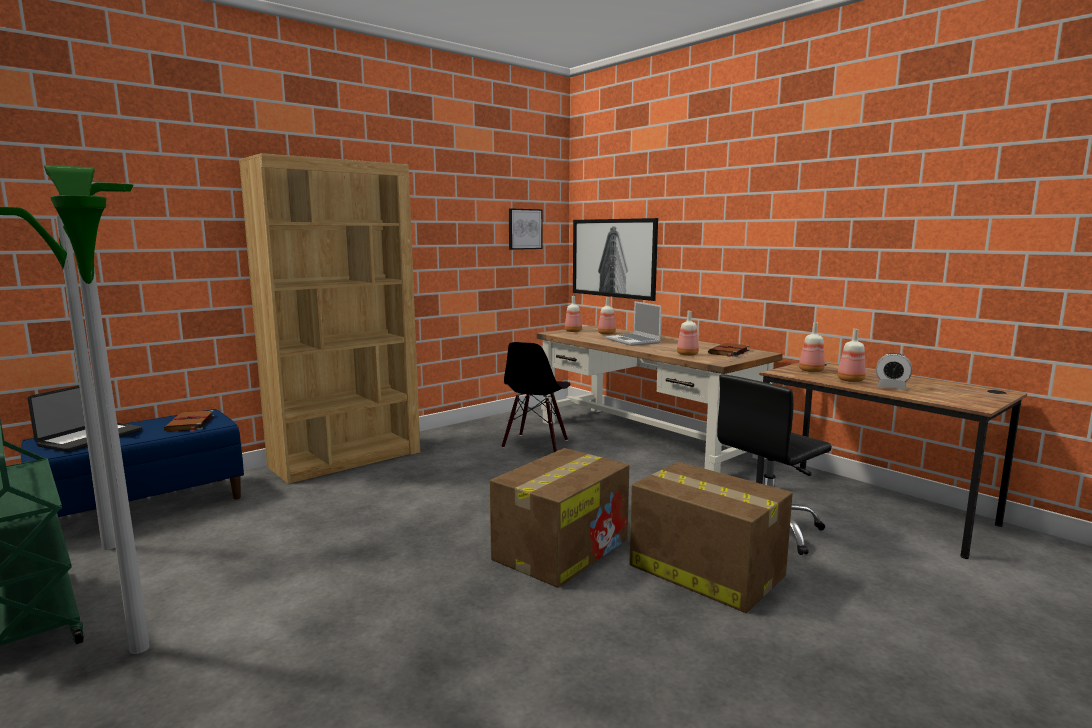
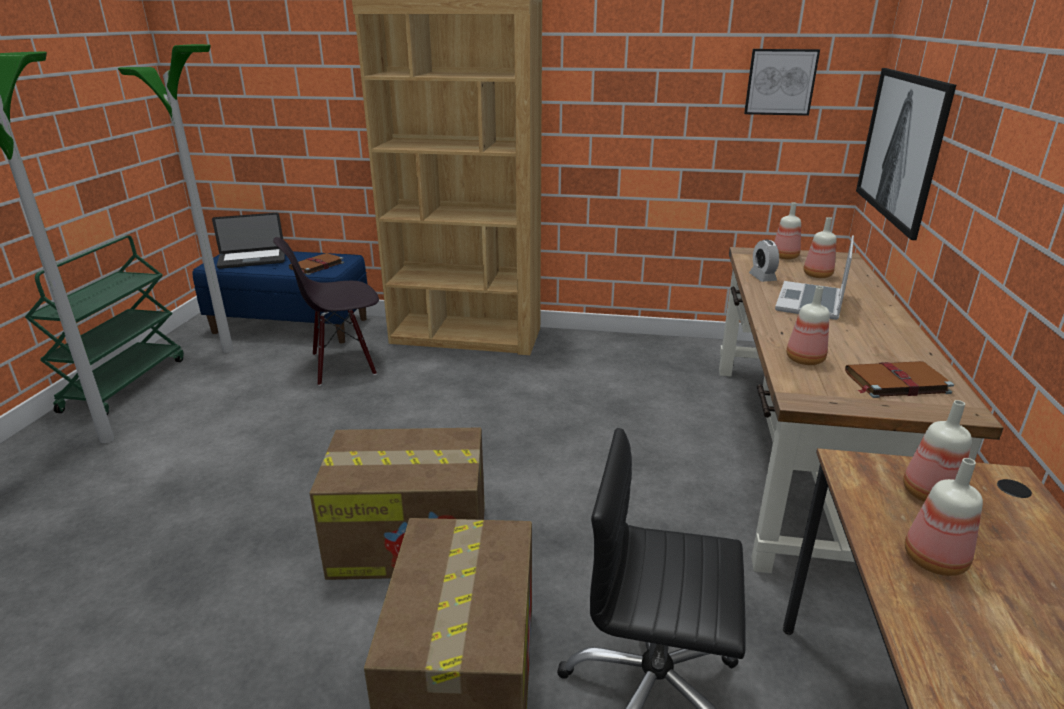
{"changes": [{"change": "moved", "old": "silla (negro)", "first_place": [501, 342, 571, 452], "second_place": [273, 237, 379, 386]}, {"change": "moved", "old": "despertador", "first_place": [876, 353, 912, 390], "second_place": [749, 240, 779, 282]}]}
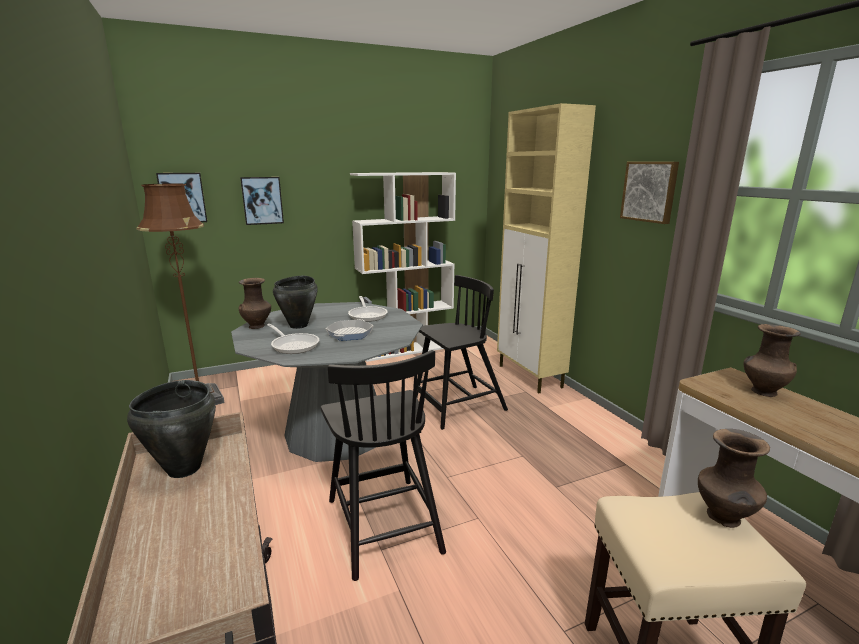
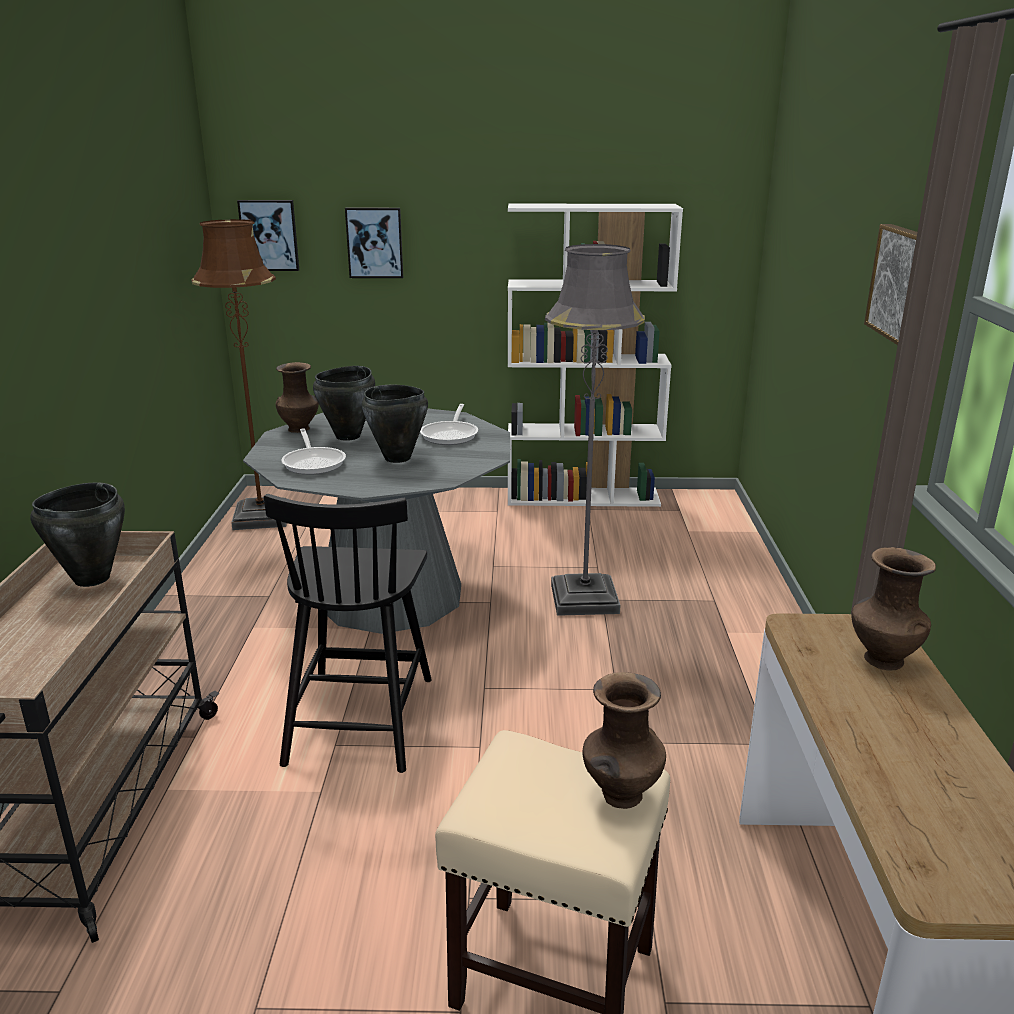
{"changes": [{"change": "replaced", "old": "sartén", "new": "olla (negro)", "first_place": [326, 319, 374, 341], "second_place": [362, 385, 428, 463]}, {"change": "replaced", "old": "silla (negro)", "new": "lámpara de pie (gris)", "first_place": [416, 275, 508, 430], "second_place": [545, 244, 645, 616]}, {"change": "removed", "old": "armario (beis)", "first_place": [497, 103, 596, 393]}]}
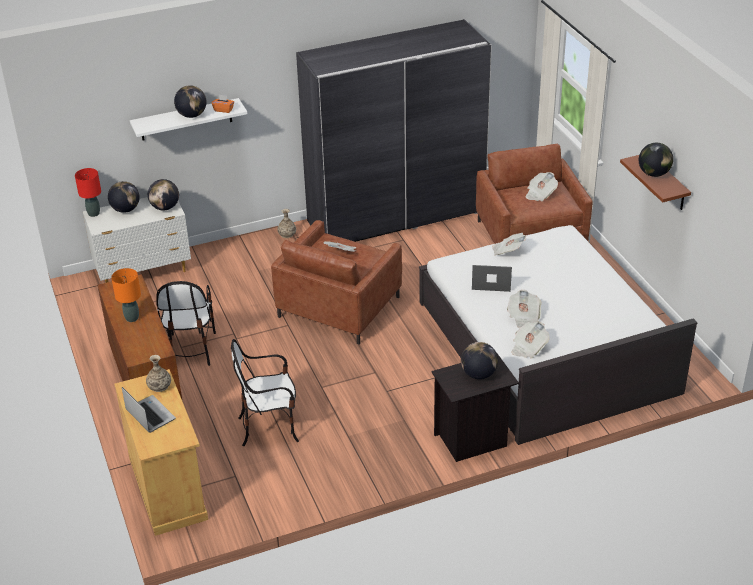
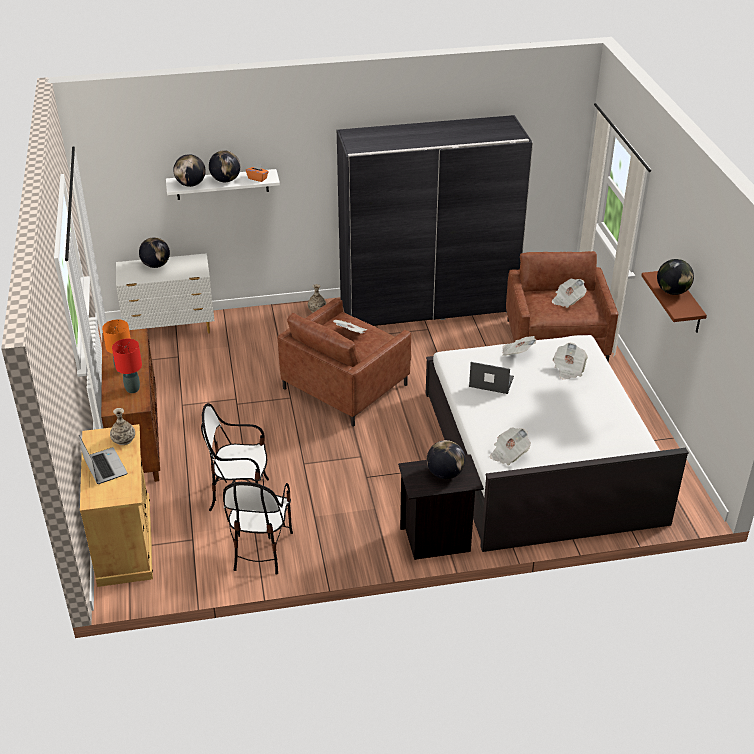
{"changes": [{"change": "moved", "old": "lámpara de mesa (rojo)", "first_place": [75, 168, 101, 217], "second_place": [112, 339, 142, 393]}, {"change": "moved", "old": "globo terráqueo", "first_place": [148, 179, 179, 210], "second_place": [173, 154, 206, 187]}, {"change": "moved", "old": "silla", "first_place": [156, 281, 216, 366], "second_place": [223, 479, 293, 575]}, {"change": "moved", "old": "periódico", "first_place": [507, 290, 542, 329], "second_place": [553, 343, 588, 379]}]}
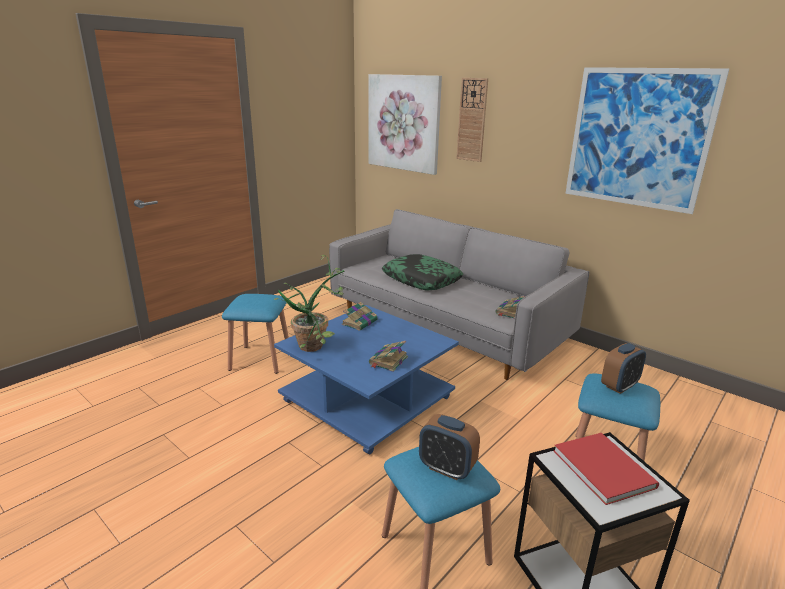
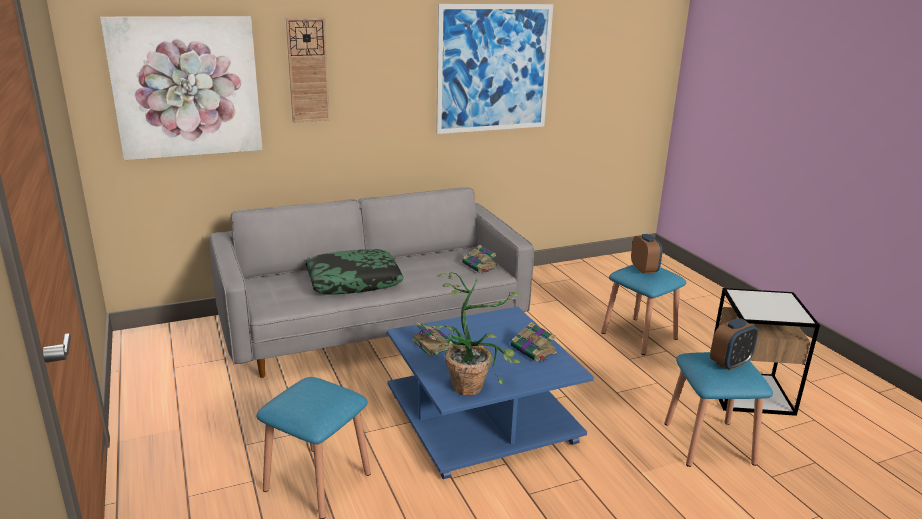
{"changes": [{"change": "removed", "old": "libro (rojo)", "first_place": [554, 433, 660, 505]}]}
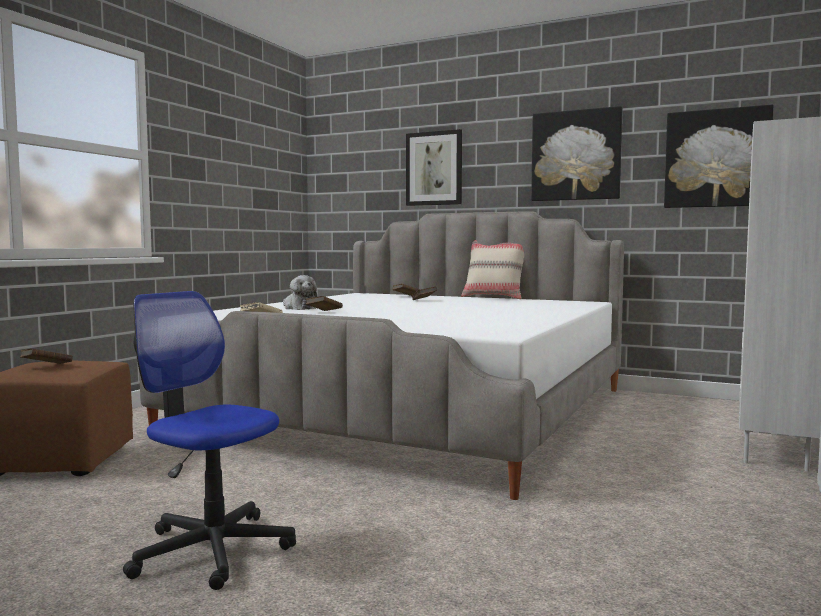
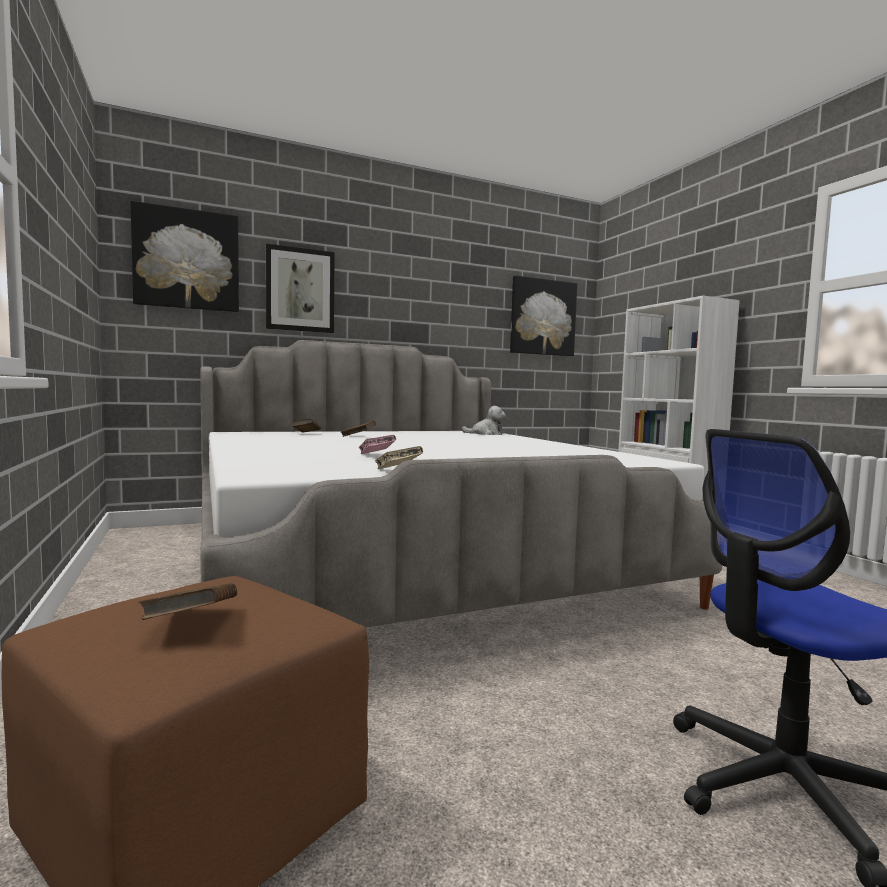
{"changes": [{"change": "moved", "old": "cuadro", "first_place": [531, 106, 623, 201], "second_place": [130, 201, 239, 312]}, {"change": "recoloured", "old": "libro (marrón)", "new": "libro (rosa)", "first_place": [306, 296, 343, 311], "second_place": [359, 435, 396, 454]}, {"change": "moved", "old": "peluche", "first_place": [283, 275, 317, 310], "second_place": [462, 406, 506, 435]}, {"change": "removed", "old": "cojín (beis)", "first_place": [461, 240, 524, 299]}]}
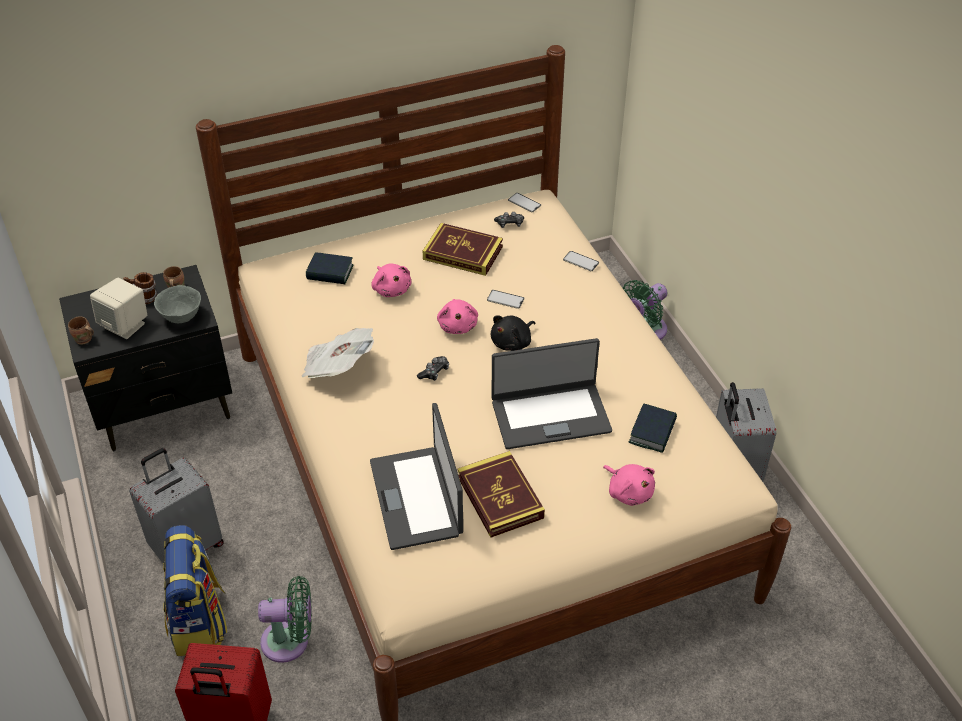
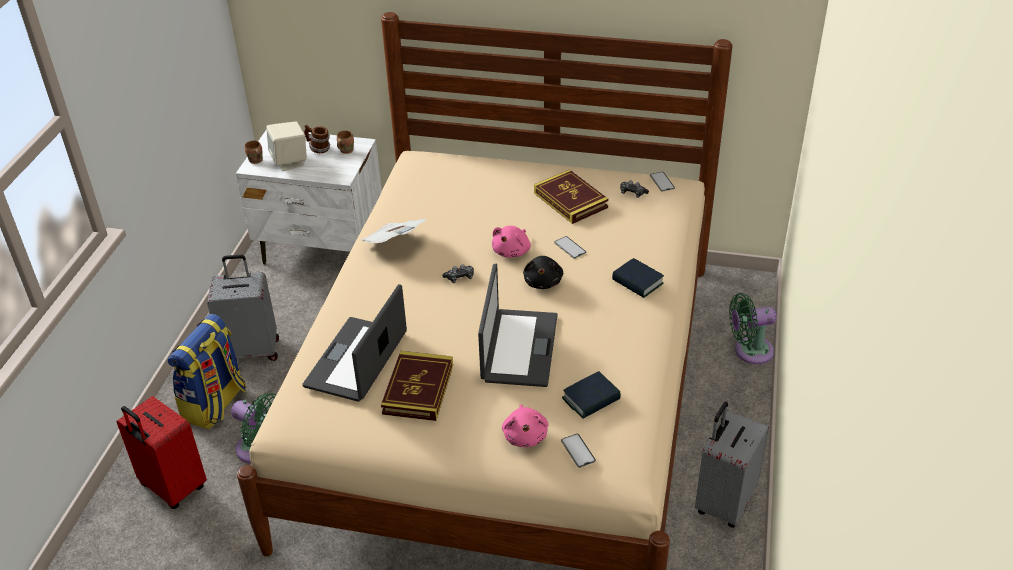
{"changes": [{"change": "recoloured", "old": "mesita de noche (negro)", "new": "mesita de noche (blanco)", "first_place": [59, 265, 232, 451], "second_place": [236, 131, 382, 265]}, {"change": "turned", "old": "portátil", "first_place": [491, 338, 612, 449], "second_place": [478, 264, 558, 387], "degrees": -105}, {"change": "turned", "old": "peluche (negro)", "first_place": [491, 315, 536, 351], "second_place": [523, 256, 563, 289], "degrees": -75}, {"change": "moved", "old": "móvil", "first_place": [563, 251, 599, 271], "second_place": [561, 434, 596, 468]}, {"change": "moved", "old": "libro", "first_place": [306, 252, 354, 284], "second_place": [612, 258, 664, 298]}, {"change": "removed", "old": "cuenco (gris)", "first_place": [154, 285, 201, 323]}, {"change": "removed", "old": "peluche (rosa)", "first_place": [371, 264, 411, 297]}]}
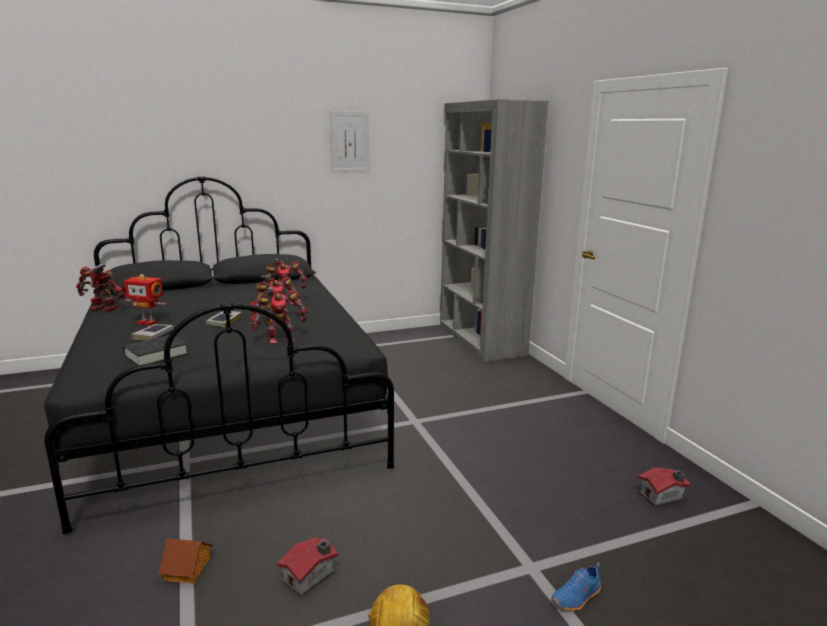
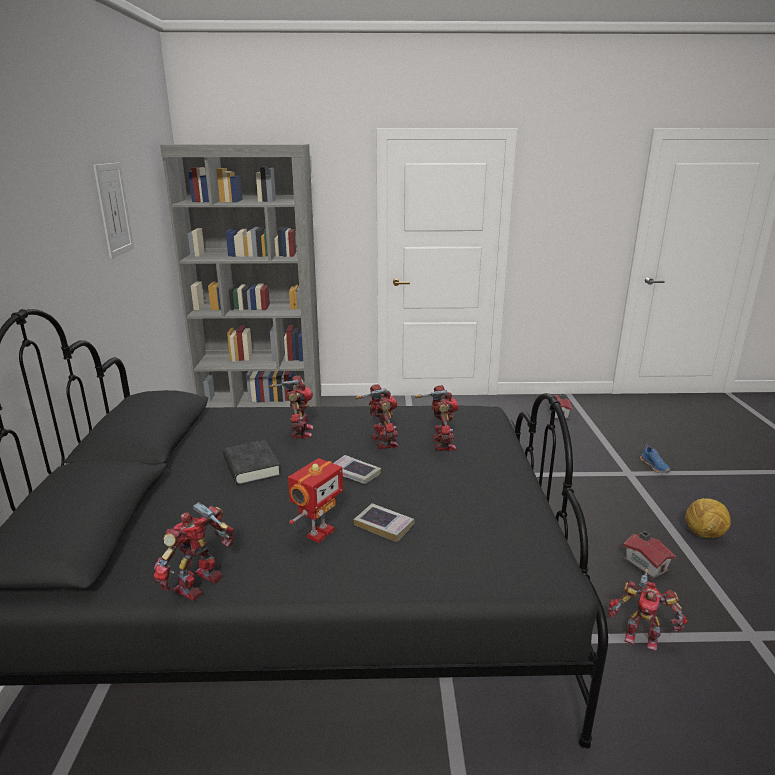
{"changes": [{"change": "moved", "old": "libro (negro)", "first_place": [123, 335, 188, 366], "second_place": [223, 440, 281, 485]}, {"change": "replaced", "old": "casita", "new": "robot de juguete", "first_place": [158, 539, 213, 584], "second_place": [608, 569, 688, 651]}]}
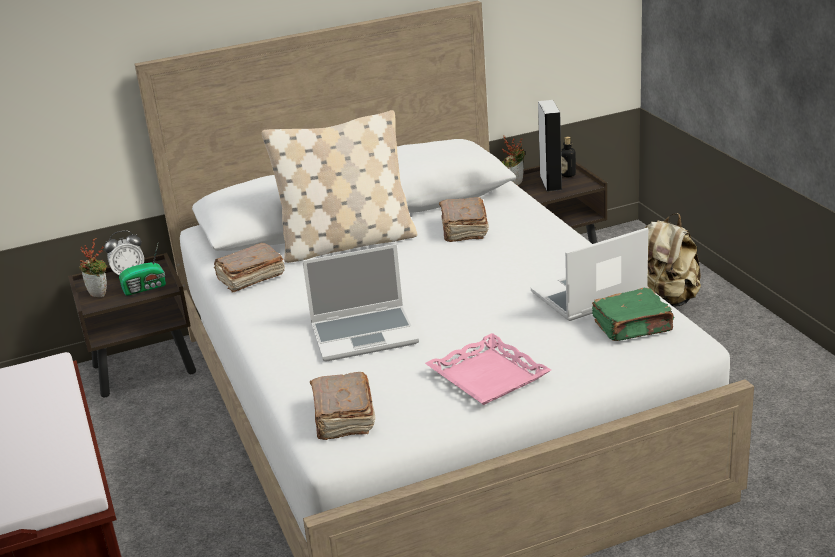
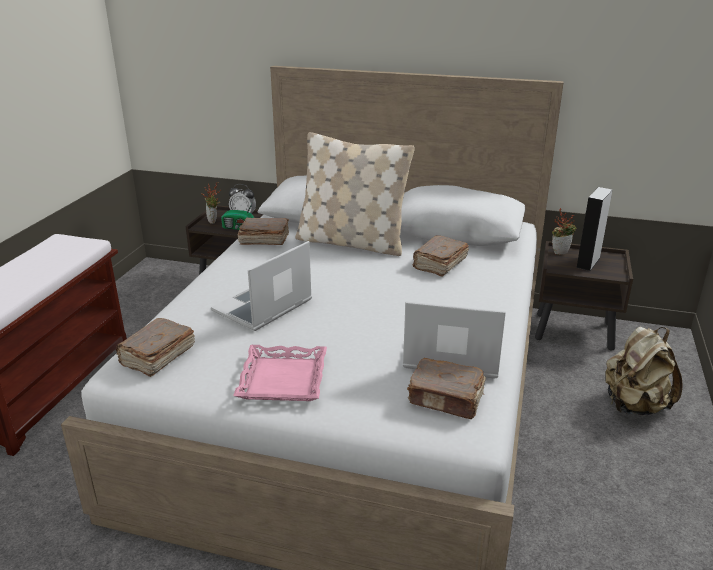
{"changes": [{"change": "turned", "old": "portátil", "first_place": [302, 244, 419, 362], "second_place": [211, 241, 312, 331], "degrees": 105}, {"change": "recoloured", "old": "libro (verde)", "new": "libro (marrón)", "first_place": [592, 288, 675, 341], "second_place": [407, 358, 486, 419]}, {"change": "removed", "old": "botella", "first_place": [561, 137, 576, 177]}]}
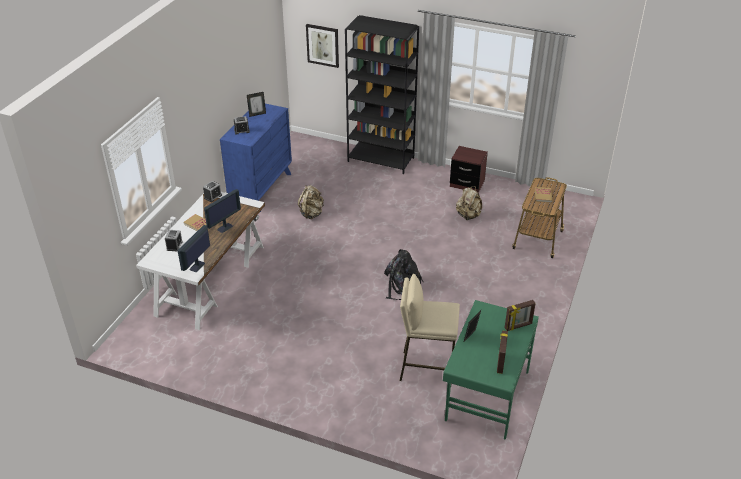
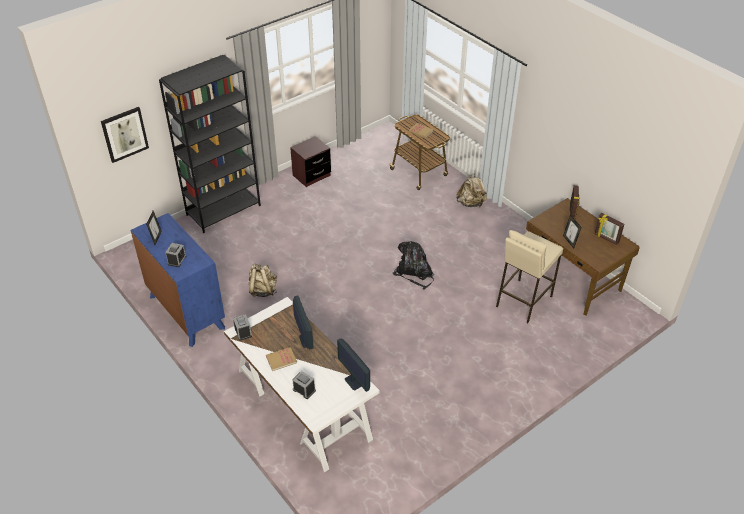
{"changes": [{"change": "moved", "old": "mochila (beis)", "first_place": [456, 186, 482, 220], "second_place": [456, 173, 487, 207]}, {"change": "recoloured", "old": "escritorio (verde)", "new": "escritorio (marrón)", "first_place": [443, 300, 539, 440], "second_place": [526, 198, 640, 316]}]}
